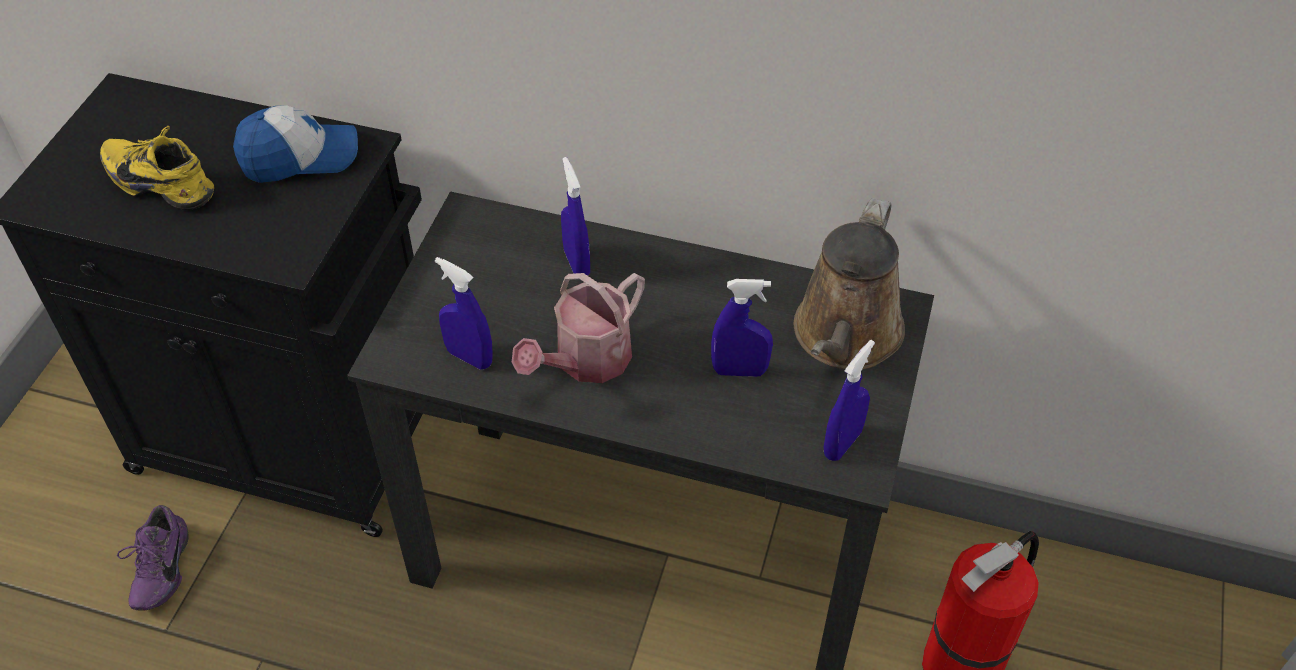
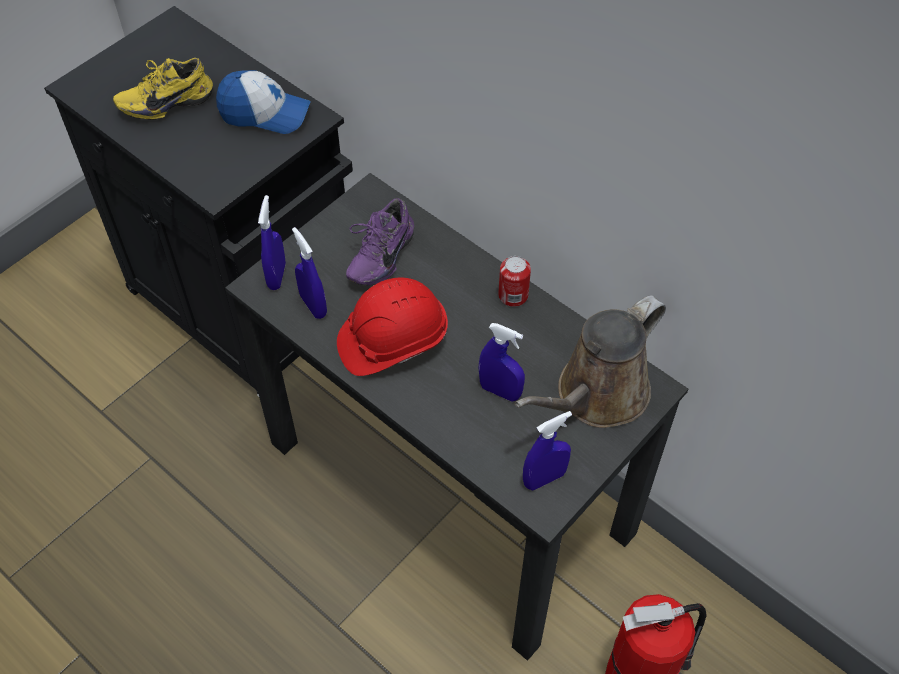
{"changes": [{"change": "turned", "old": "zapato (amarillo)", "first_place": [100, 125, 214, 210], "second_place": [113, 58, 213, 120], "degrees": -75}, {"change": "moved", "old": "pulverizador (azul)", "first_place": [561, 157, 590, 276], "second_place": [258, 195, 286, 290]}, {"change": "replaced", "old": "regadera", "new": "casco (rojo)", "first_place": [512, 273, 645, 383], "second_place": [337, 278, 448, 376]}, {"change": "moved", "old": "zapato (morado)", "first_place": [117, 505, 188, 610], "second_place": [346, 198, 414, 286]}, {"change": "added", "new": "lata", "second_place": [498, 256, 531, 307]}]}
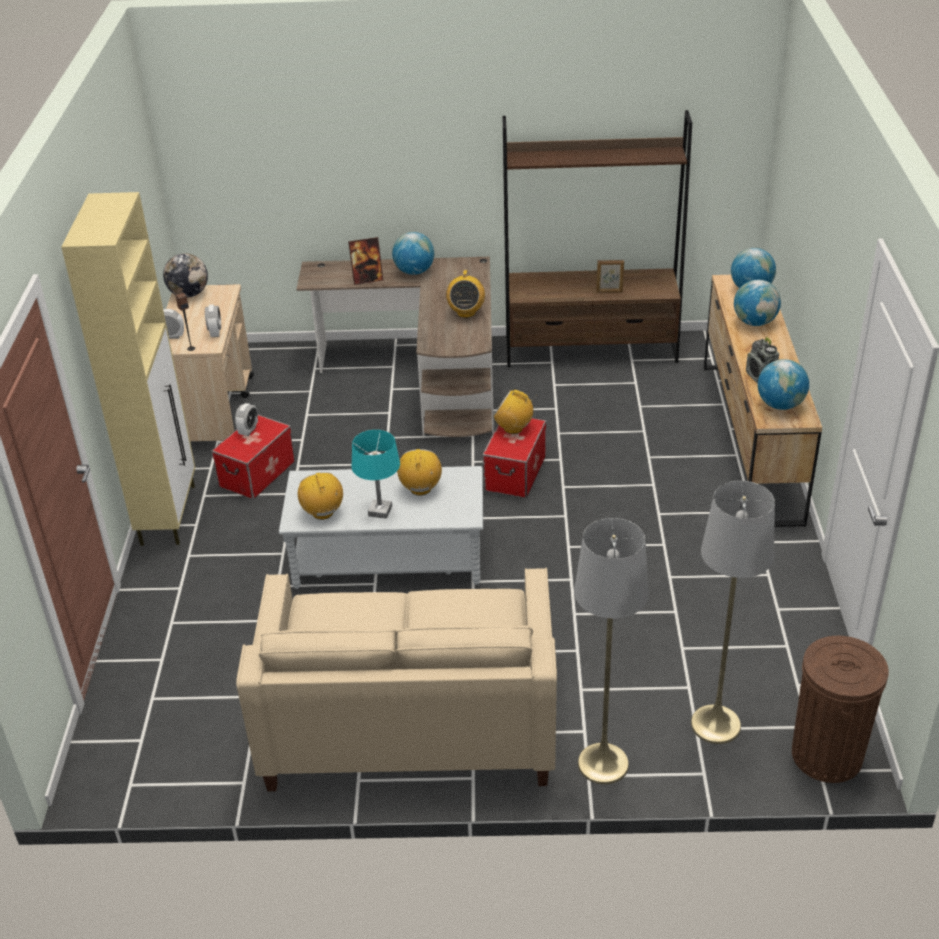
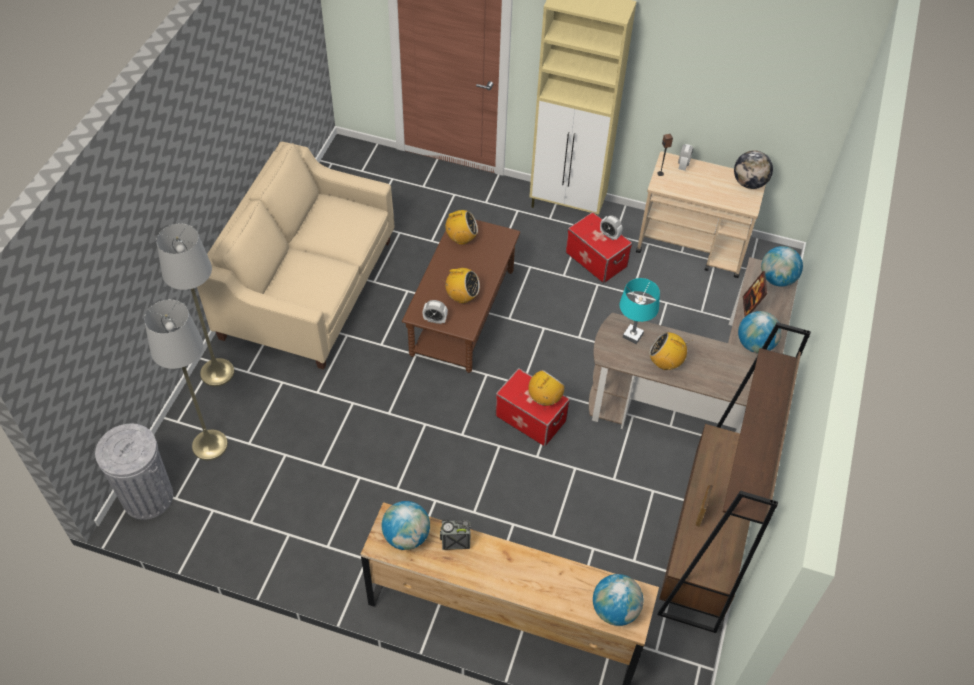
{"changes": [{"change": "recoloured", "old": "papelera (marrón)", "new": "papelera (gris)", "first_place": [792, 636, 889, 783], "second_place": [95, 424, 173, 520]}, {"change": "recoloured", "old": "mesa de centro (gris)", "new": "mesa de centro (marrón)", "first_place": [279, 466, 483, 589], "second_place": [402, 220, 520, 373]}, {"change": "moved", "old": "despertador", "first_place": [205, 304, 221, 337], "second_place": [422, 300, 448, 324]}, {"change": "moved", "old": "lámpara de mesa (turquesa)", "first_place": [352, 430, 400, 519], "second_place": [620, 278, 660, 344]}, {"change": "moved", "old": "globo terráqueo", "first_place": [734, 280, 781, 326], "second_place": [761, 246, 803, 287]}]}
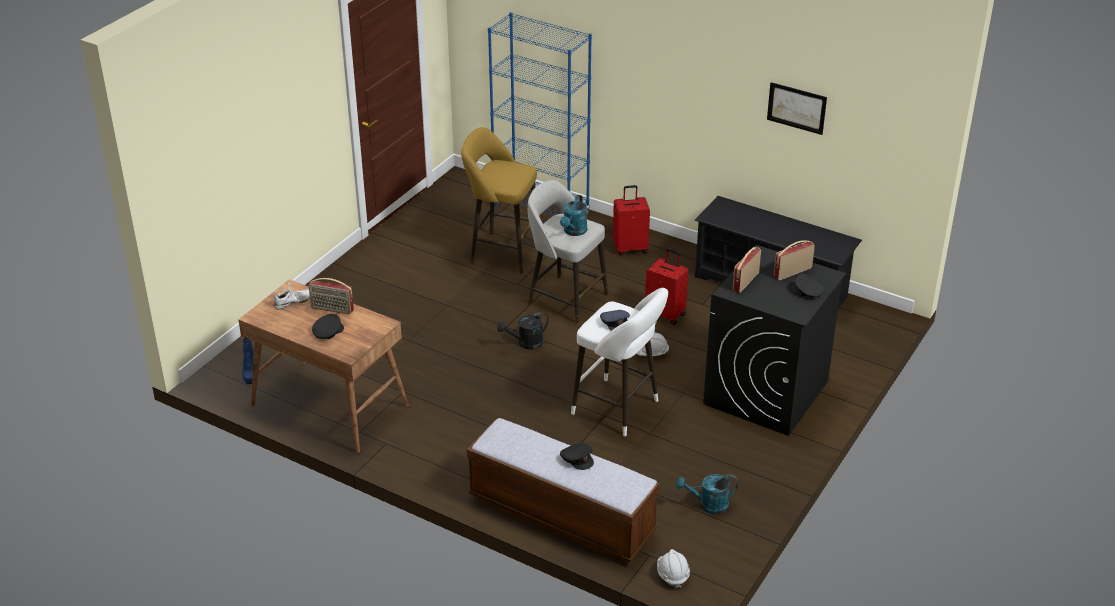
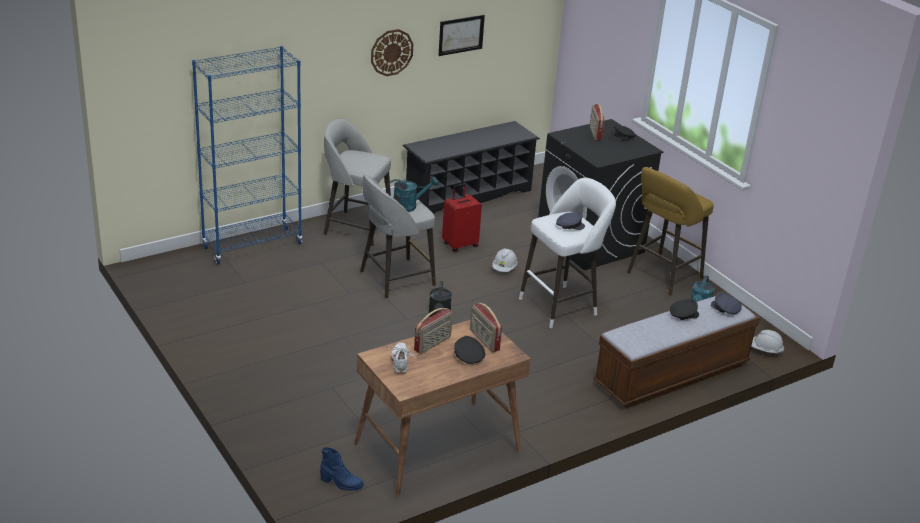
{"changes": [{"change": "replaced", "old": "maleta (rojo)", "new": "taburete (gris)", "first_place": [613, 185, 650, 255], "second_place": [324, 119, 391, 246]}, {"change": "added", "new": "reloj de pared", "second_place": [371, 29, 413, 76]}, {"change": "turned", "old": "regadera (turquesa)", "first_place": [560, 195, 587, 236], "second_place": [387, 177, 439, 212], "degrees": -60}, {"change": "moved", "old": "radio", "first_place": [732, 247, 761, 293], "second_place": [470, 303, 502, 352]}, {"change": "moved", "old": "taburete (amarillo)", "first_place": [461, 127, 537, 274], "second_place": [627, 167, 714, 296]}, {"change": "added", "new": "gorra (gris)", "second_place": [711, 292, 742, 314]}]}
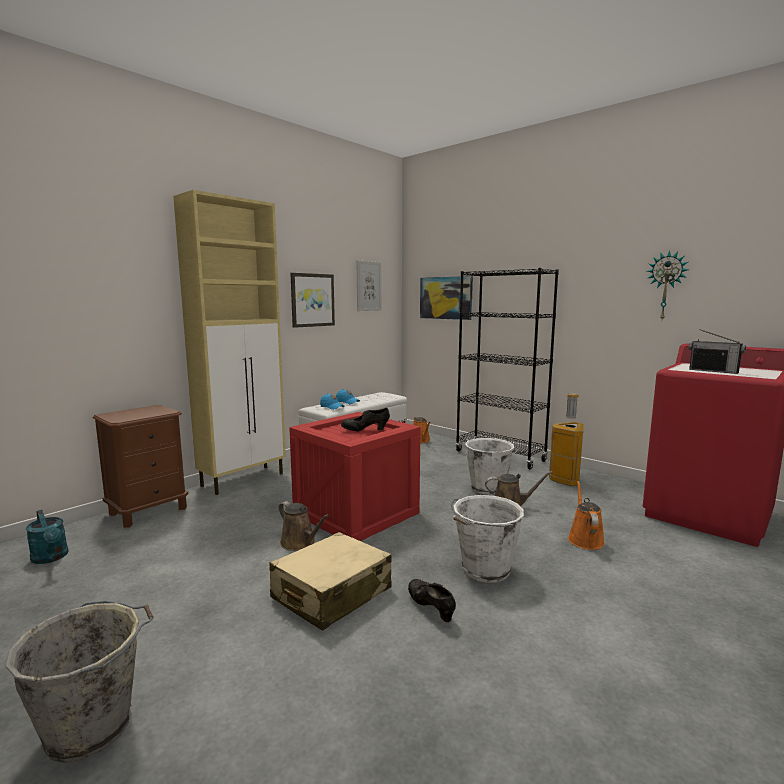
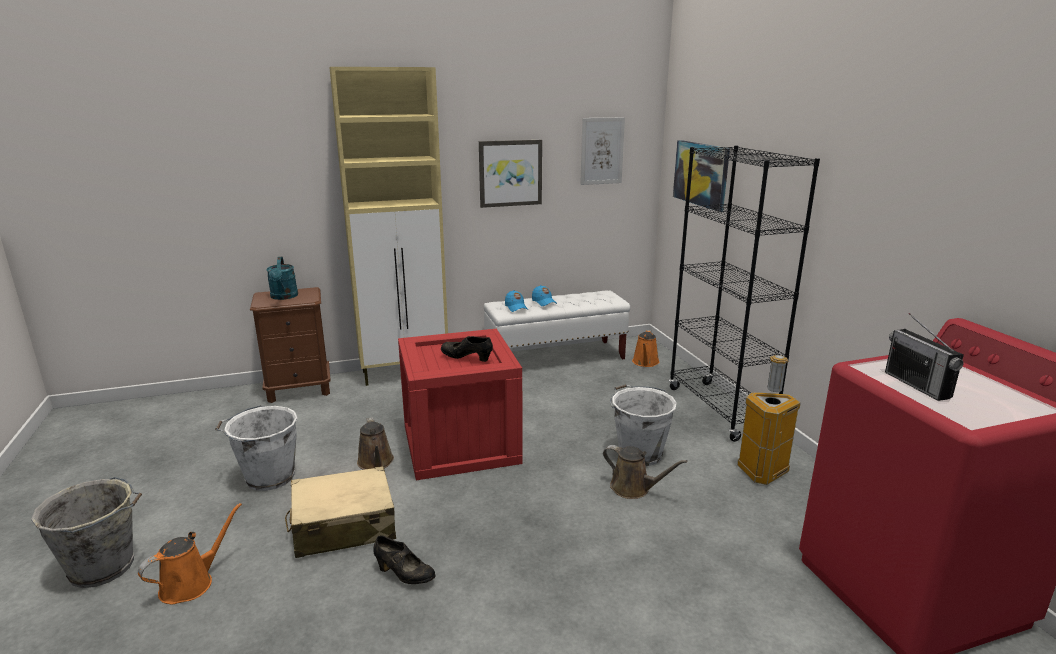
{"changes": [{"change": "moved", "old": "regadera (naranja)", "first_place": [568, 481, 605, 550], "second_place": [138, 503, 242, 604]}, {"change": "moved", "old": "cubo (blanco)", "first_place": [451, 495, 524, 583], "second_place": [215, 405, 298, 491]}, {"change": "moved", "old": "regadera (turquesa)", "first_place": [26, 510, 68, 564], "second_place": [266, 257, 298, 300]}, {"change": "turned", "old": "zapato (negro)", "first_place": [408, 579, 456, 622], "second_place": [373, 535, 435, 584], "degrees": 120}, {"change": "removed", "old": "reloj de pared", "first_place": [647, 250, 689, 320]}]}
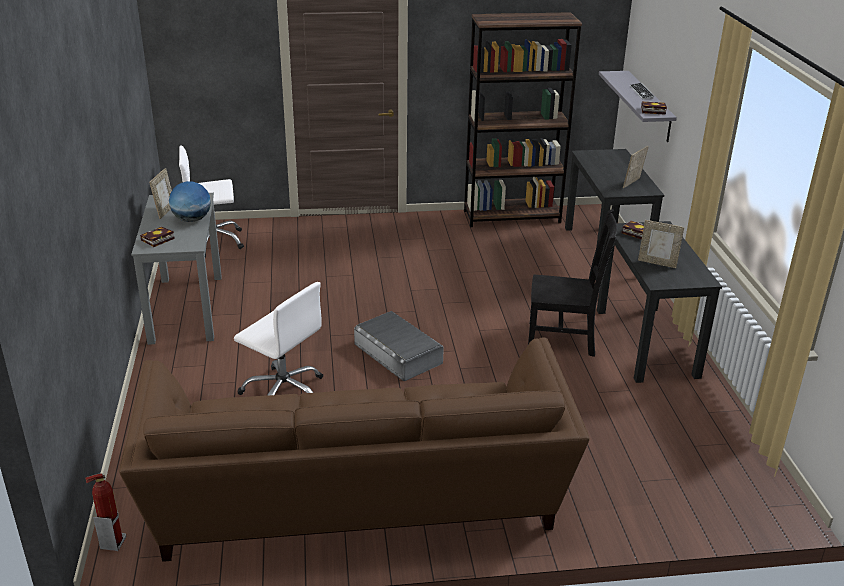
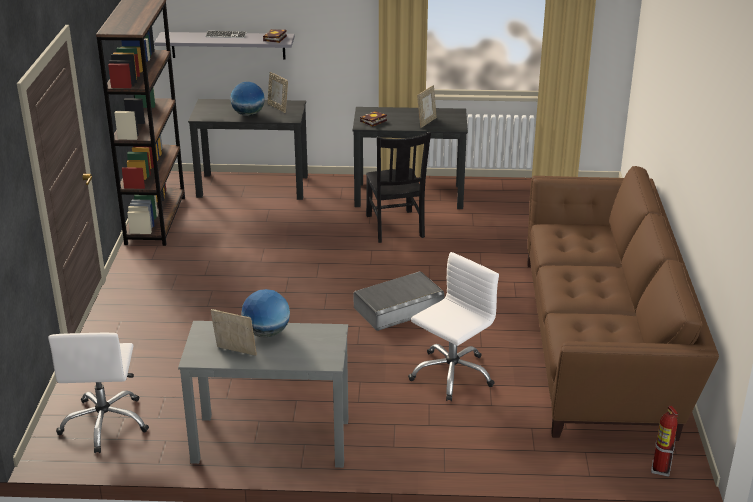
{"changes": [{"change": "added", "new": "globo terráqueo", "second_place": [230, 82, 265, 116]}, {"change": "turned", "old": "silla (negro)", "first_place": [528, 209, 617, 357], "second_place": [366, 132, 431, 243], "degrees": 150}, {"change": "removed", "old": "libro", "first_place": [140, 227, 175, 247]}]}
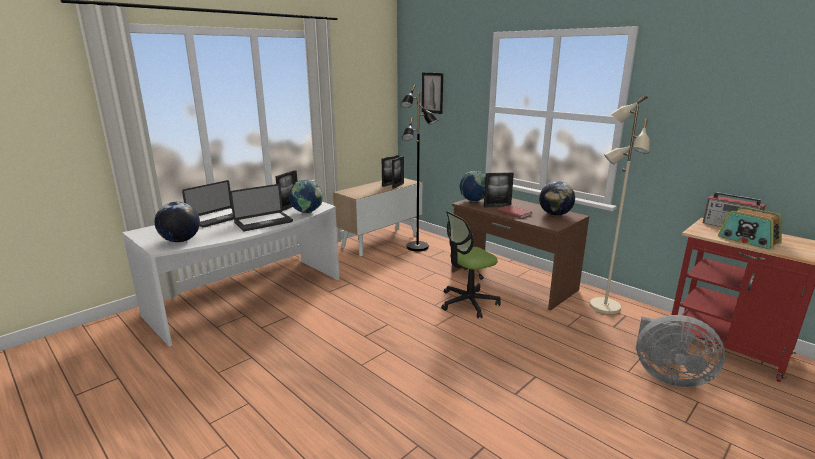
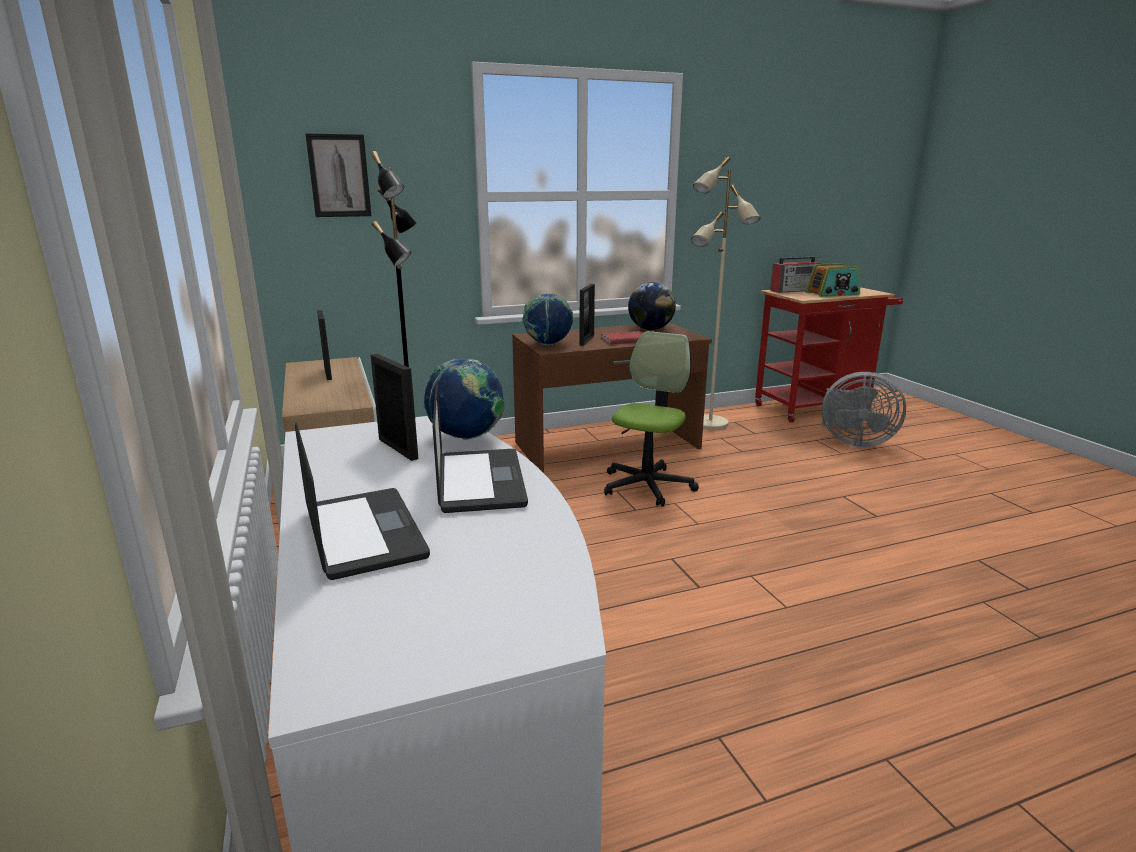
{"changes": [{"change": "turned", "old": "silla de oficina", "first_place": [441, 211, 501, 318], "second_place": [604, 331, 699, 507], "degrees": -150}, {"change": "turned", "old": "ventilador (gris)", "first_place": [636, 315, 725, 387], "second_place": [822, 372, 906, 447], "degrees": 60}, {"change": "removed", "old": "globo terráqueo", "first_place": [155, 202, 200, 242]}, {"change": "removed", "old": "portarretratos", "first_place": [392, 156, 404, 189]}]}
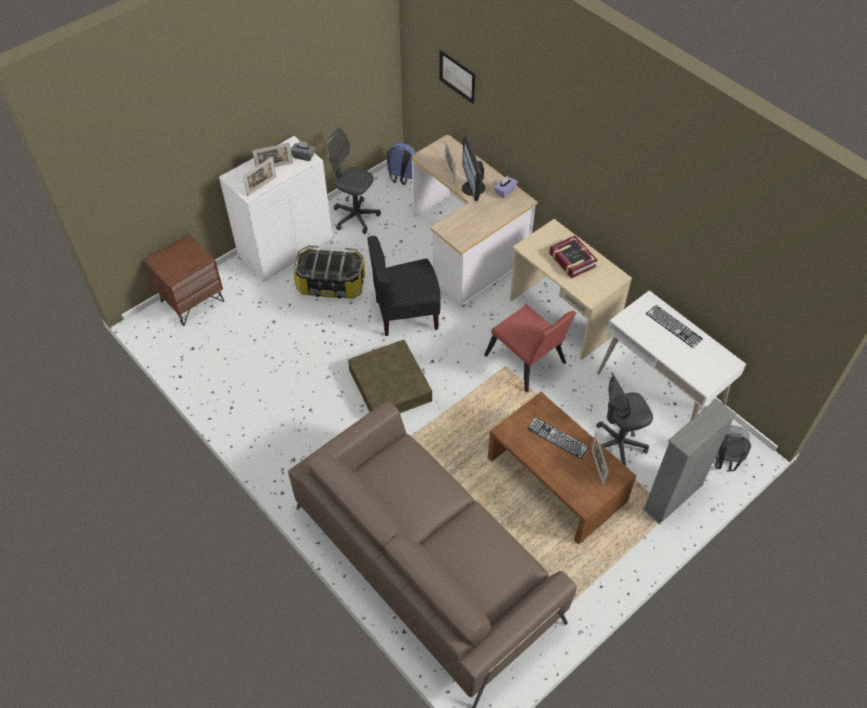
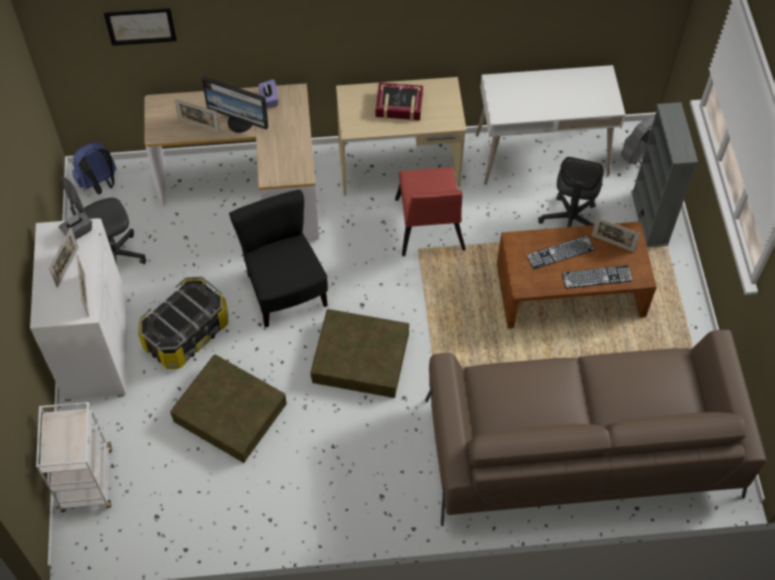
{"changes": [{"change": "replaced", "old": "mesita de noche (marrón)", "new": "carrito (blanco)", "first_place": [144, 234, 224, 326], "second_place": [36, 402, 112, 512]}, {"change": "added", "new": "caja de almacenaje (marrón)", "second_place": [170, 354, 287, 463]}, {"change": "turned", "old": "silla (negro)", "first_place": [367, 236, 441, 336], "second_place": [229, 190, 328, 328], "degrees": 135}, {"change": "turned", "old": "silla (rojo)", "first_place": [484, 304, 577, 392], "second_place": [395, 167, 466, 256], "degrees": 90}, {"change": "moved", "old": "teclado", "first_place": [646, 305, 703, 348], "second_place": [562, 265, 633, 289]}]}
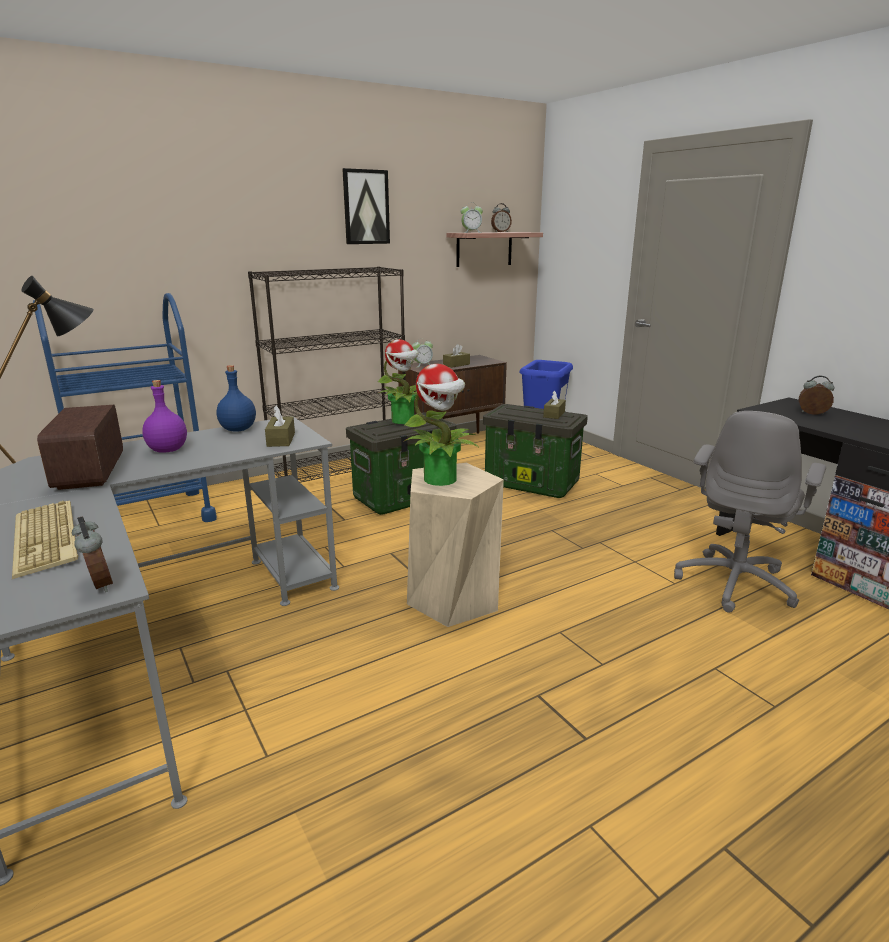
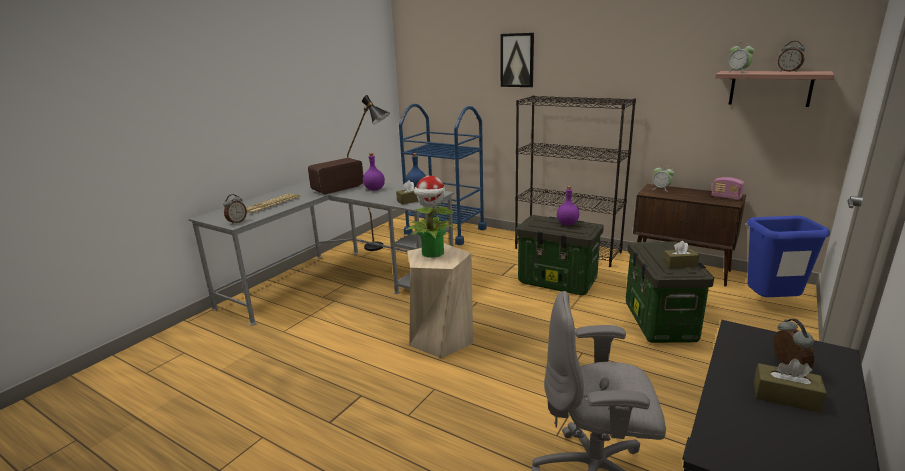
{"changes": [{"change": "moved", "old": "cuadro", "first_place": [342, 168, 390, 244], "second_place": [501, 33, 534, 87]}, {"change": "replaced", "old": "planta en maceta", "new": "botella (morado)", "first_place": [377, 339, 419, 424], "second_place": [557, 186, 579, 225]}, {"change": "added", "new": "radio", "second_place": [712, 177, 744, 200]}, {"change": "moved", "old": "caja de pañuelos (marrón)", "first_place": [443, 344, 470, 368], "second_place": [754, 358, 827, 413]}]}
